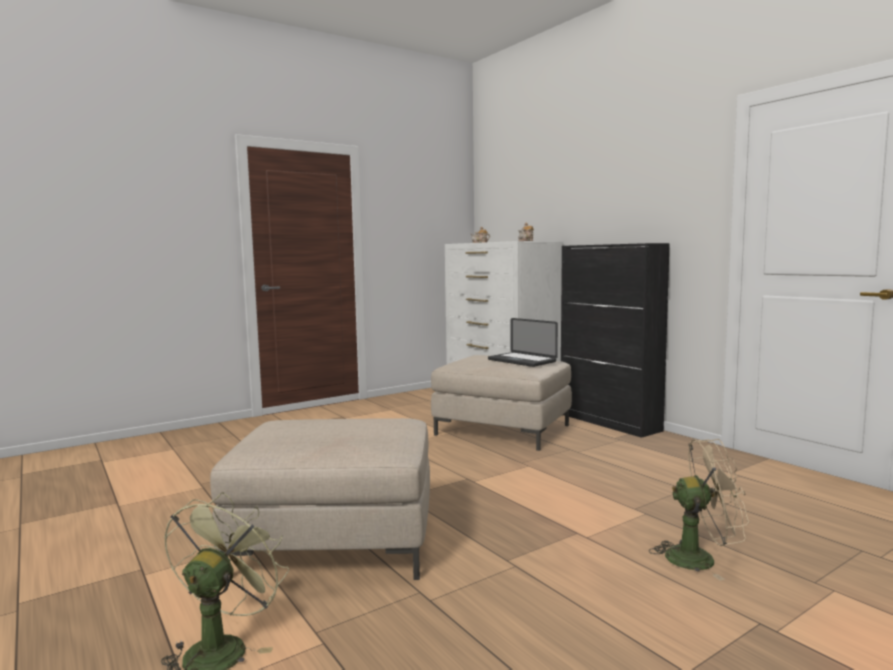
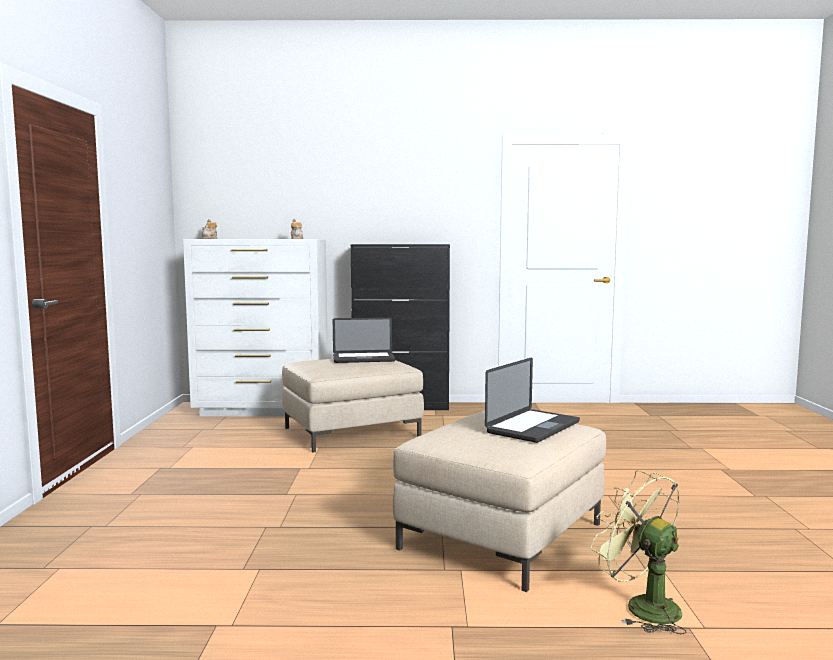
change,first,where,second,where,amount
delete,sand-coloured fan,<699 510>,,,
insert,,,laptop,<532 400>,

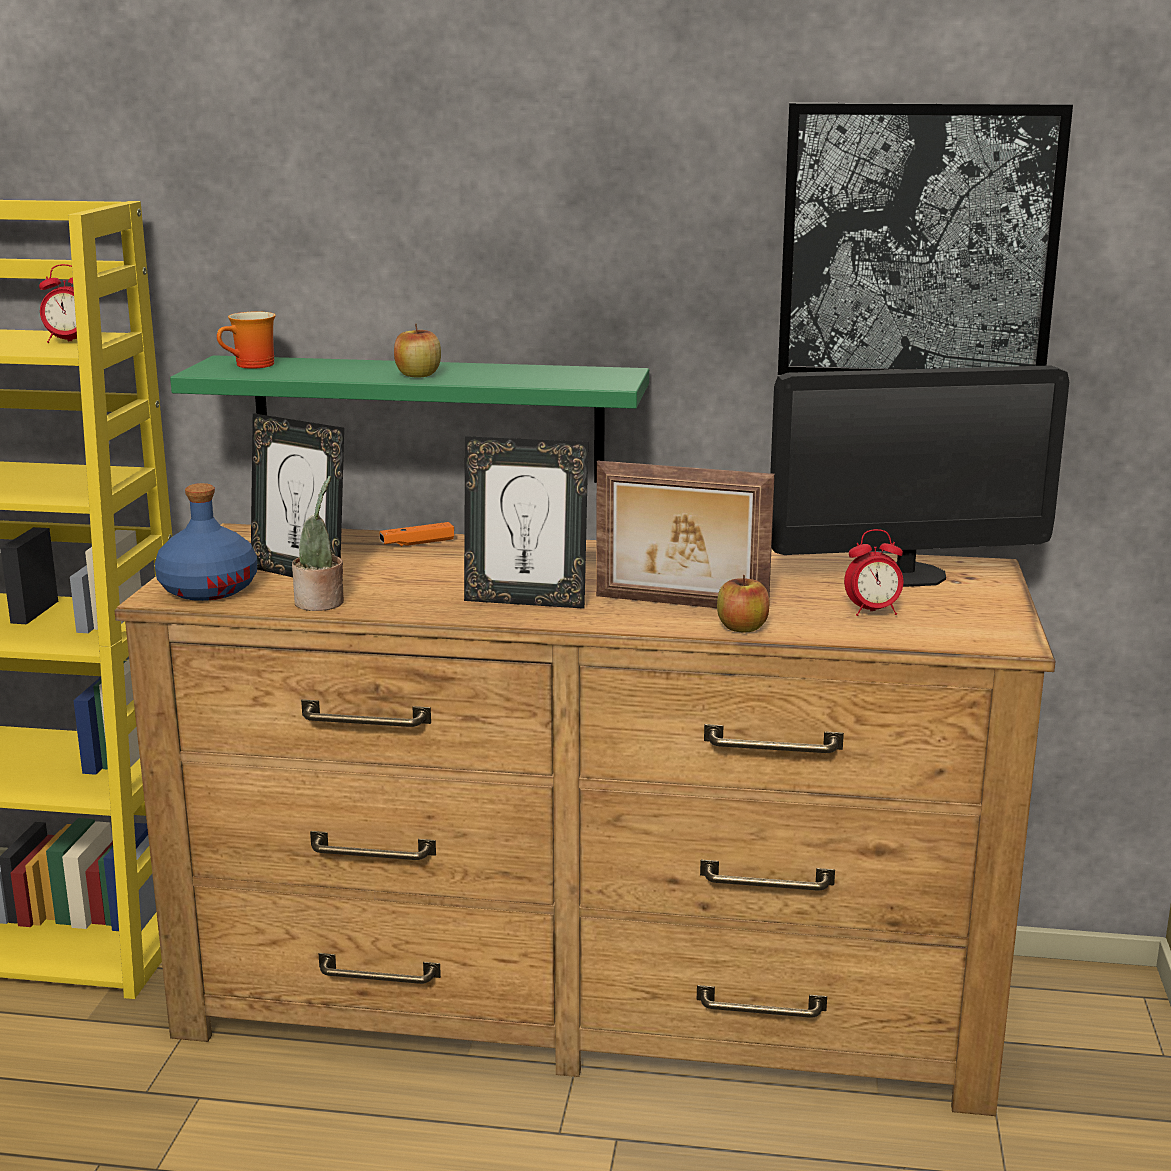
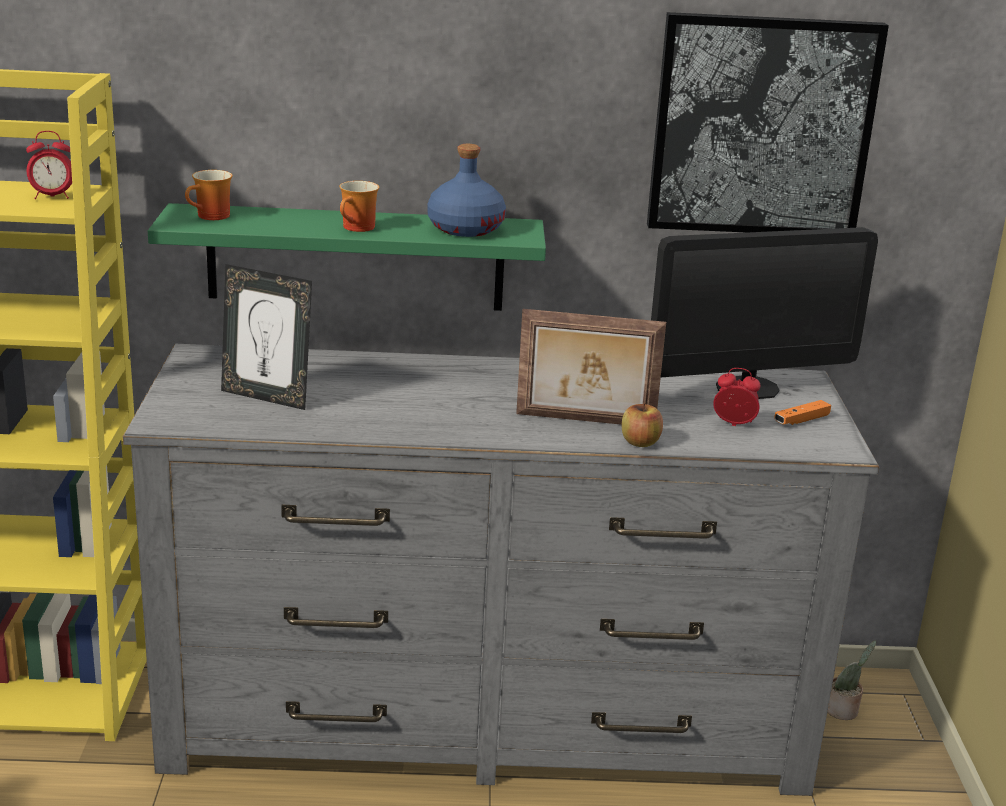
change,first,where,second,where,amount
recolor,brown drawer chest,<585 819>,greyish drawer chest,<501 570>,
move,blue beverage bottle,<205 542>,,<466 190>,
move,potted plant,<318 543>,,<851 680>,
move,orangey joypad,<417 534>,,<802 412>,
replace,whole apple,<417 351>,coffee mug,<359 206>,
delete,photo frame,<526 522>,,,
rotate,table clock,<873 572>,,<737 397>,150 degrees counterclockwise

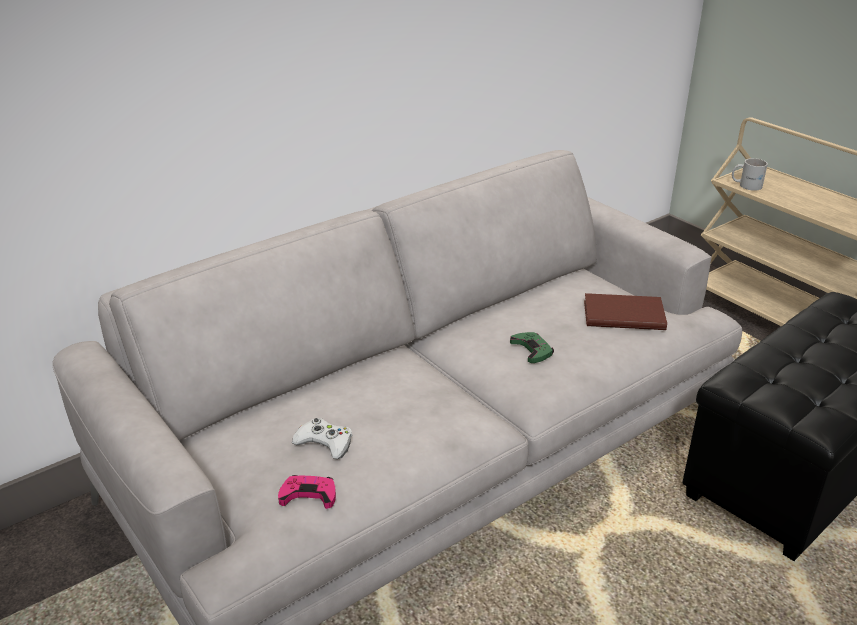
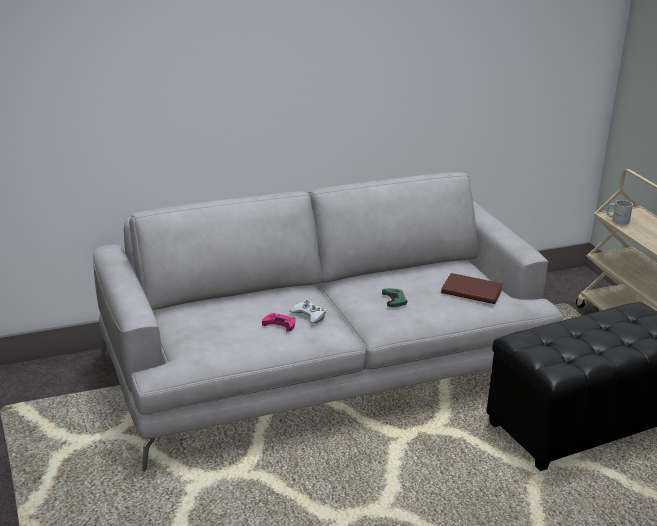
change,first,where,second,where,amount
move,pink joypad,<307 492>,,<278 322>,
move,white-coloured joypad,<322 438>,,<308 312>,

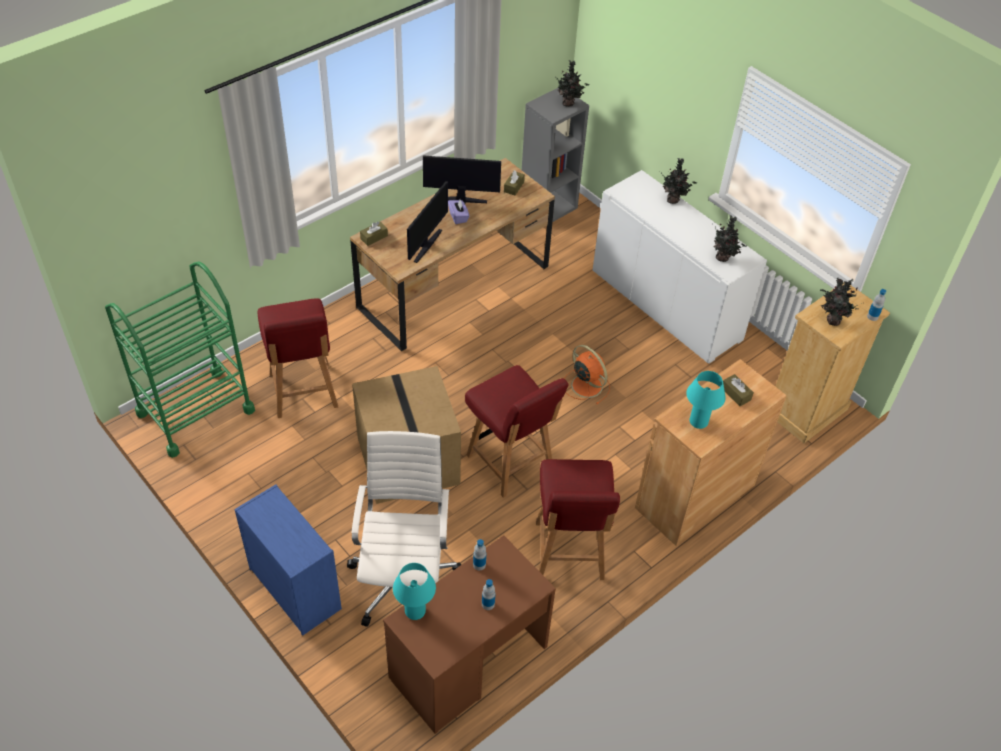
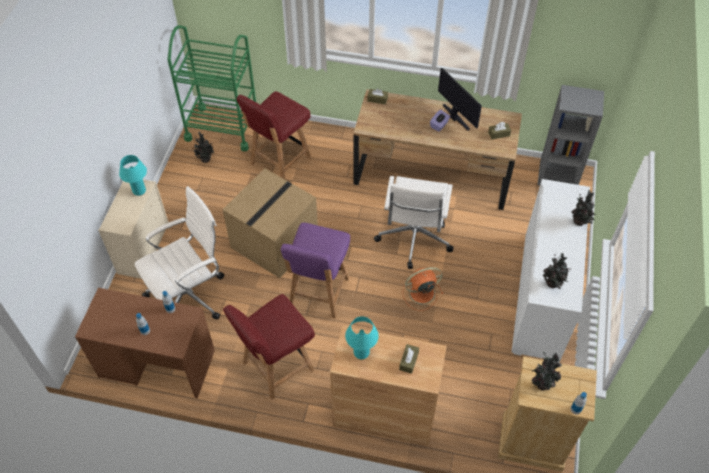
change,first,where,second,where,amount
recolor,blue drawer chest,<288 560>,sand-coloured drawer chest,<134 229>,
move,blue-green lamp for a table,<414 591>,,<133 175>,
delete,computer display,<427 222>,,,
recolor,reddish plain chair,<516 431>,purple plain chair,<315 270>,
move,potted plant,<572 83>,,<204 147>,
rotate,orangey fan,<587 375>,,<422 289>,120 degrees counterclockwise
insert,,,white-coloured office chair,<413 222>,

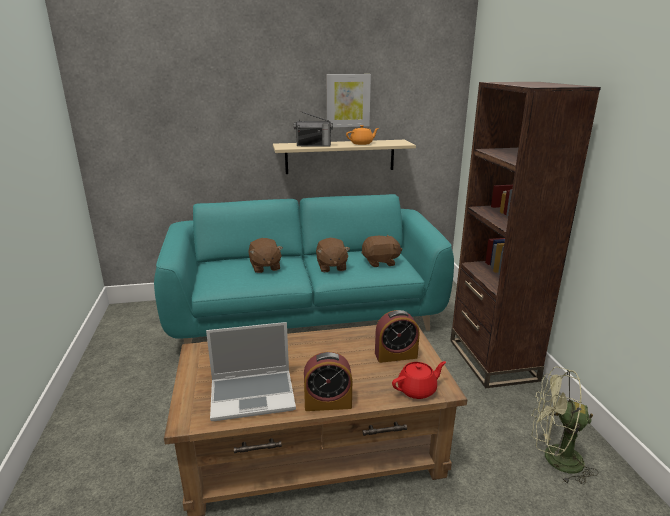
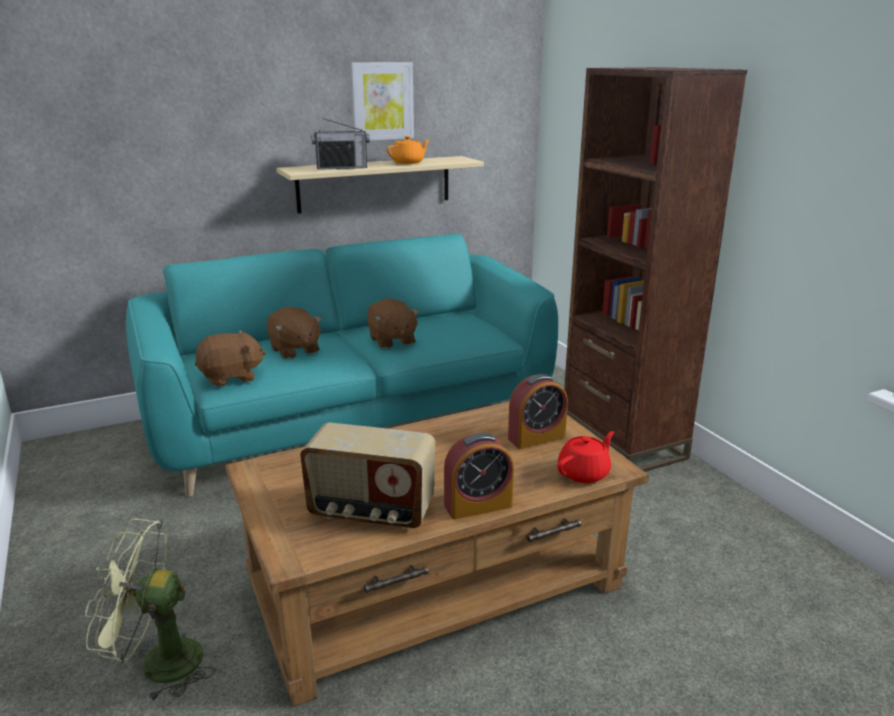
change,first,where,second,where,amount
replace,laptop,<251 371>,radio receiver,<367 475>,
move,brown cuddly toy,<382 251>,,<230 358>,
move,green fan,<565 425>,,<150 610>,

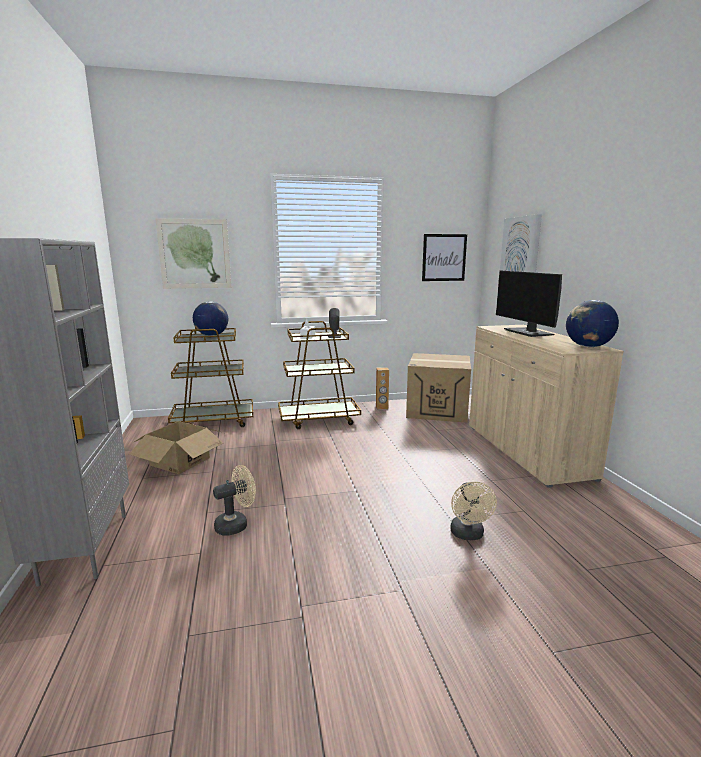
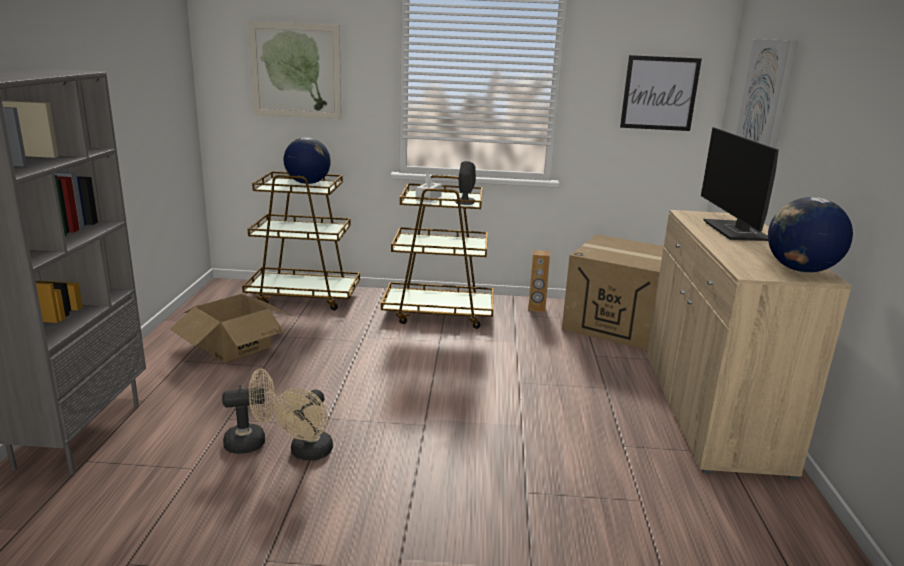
change,first,where,second,where,amount
move,sand-coloured fan,<473 511>,,<303 424>,

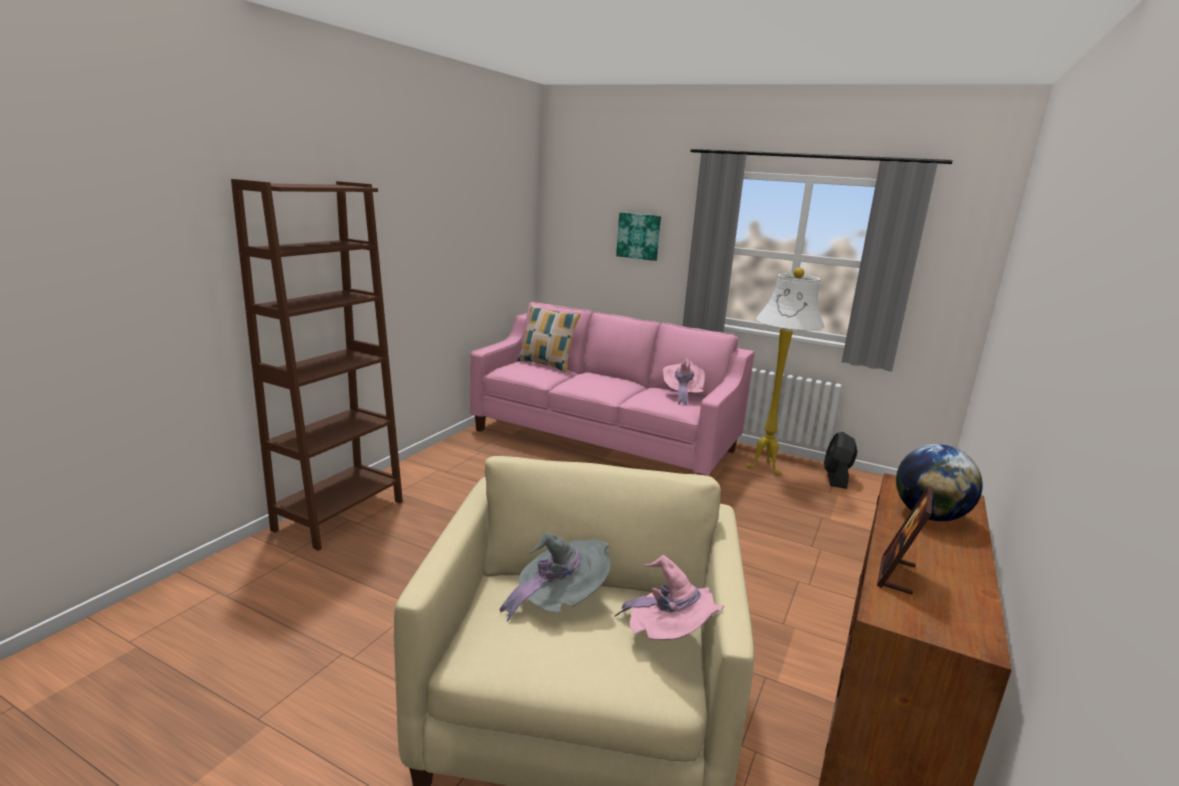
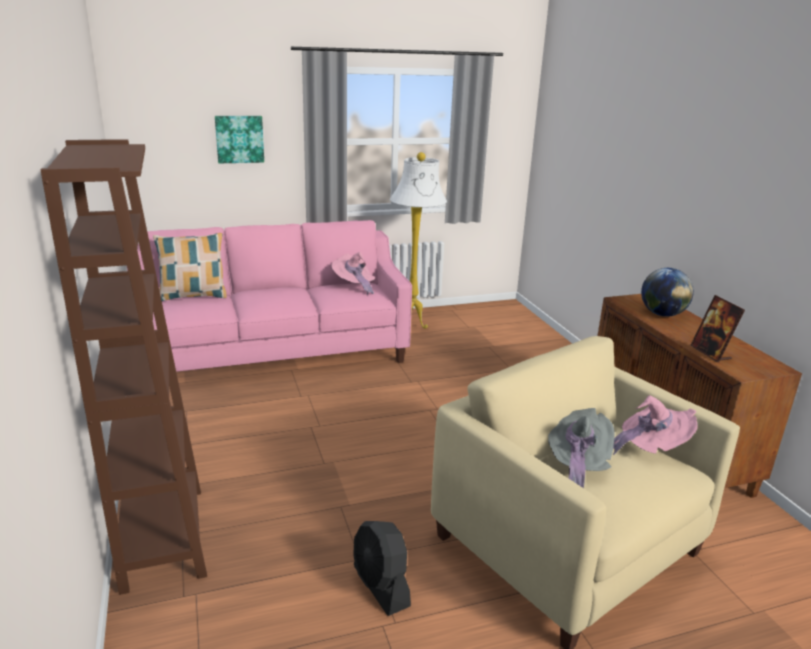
change,first,where,second,where,amount
move,black fan,<840 460>,,<382 568>,

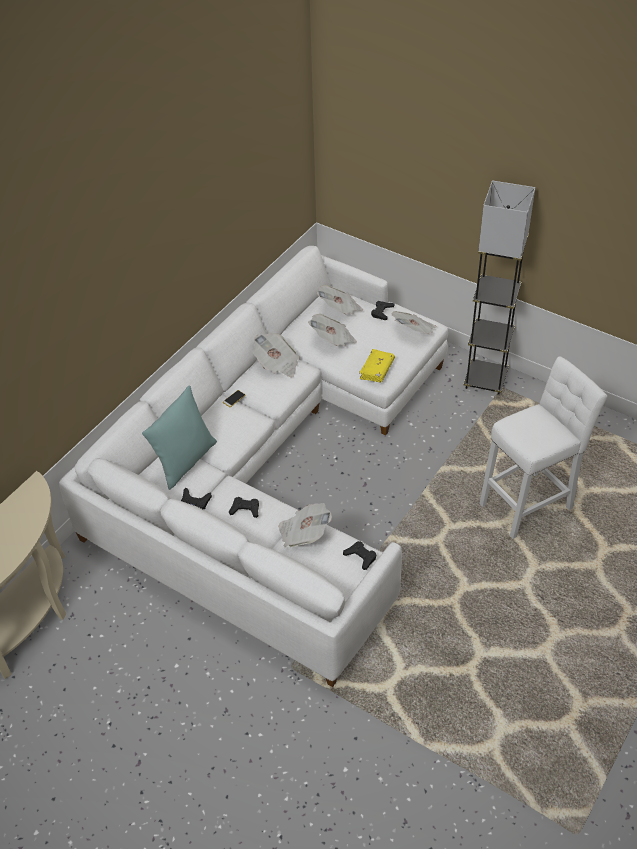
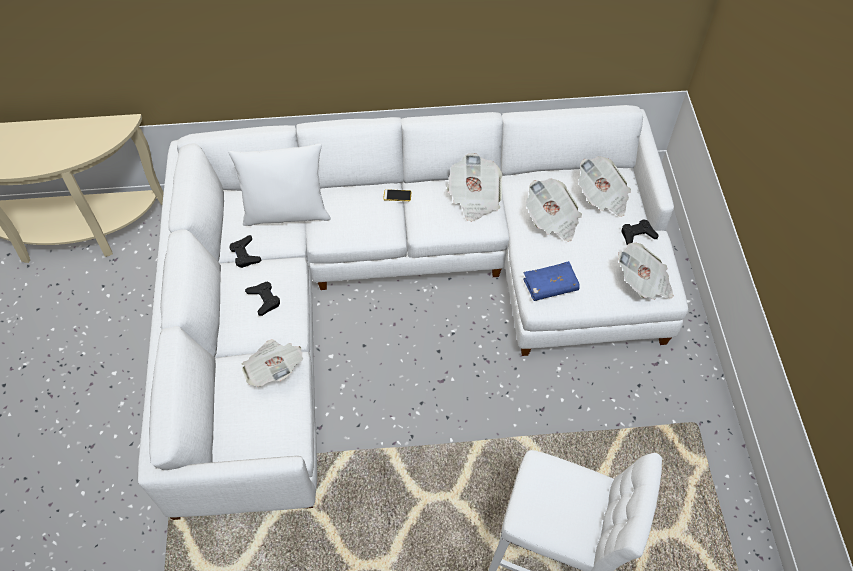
change,first,where,second,where,amount
recolor,blue-green pillow,<179 437>,white-coloured pillow,<279 185>,
delete,black joypad,<359 555>,,,
recolor,yellowish book,<377 365>,blue book,<551 281>,
delete,greyish floor lamp,<499 287>,,,

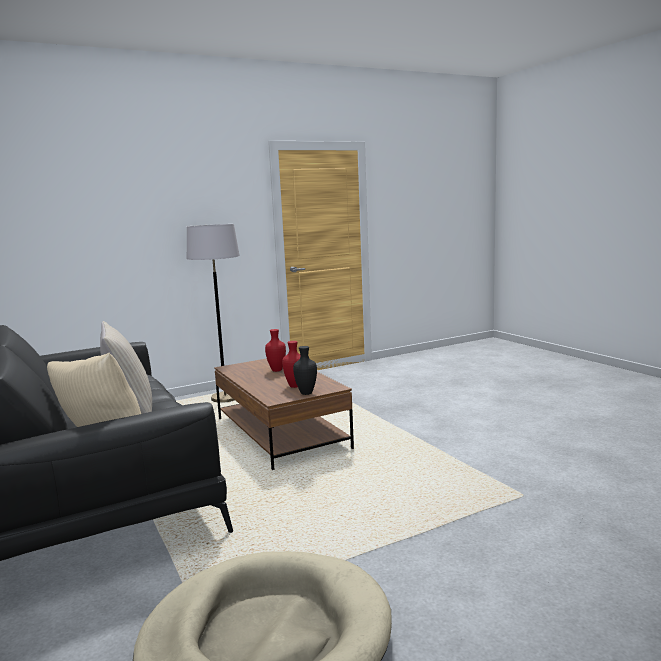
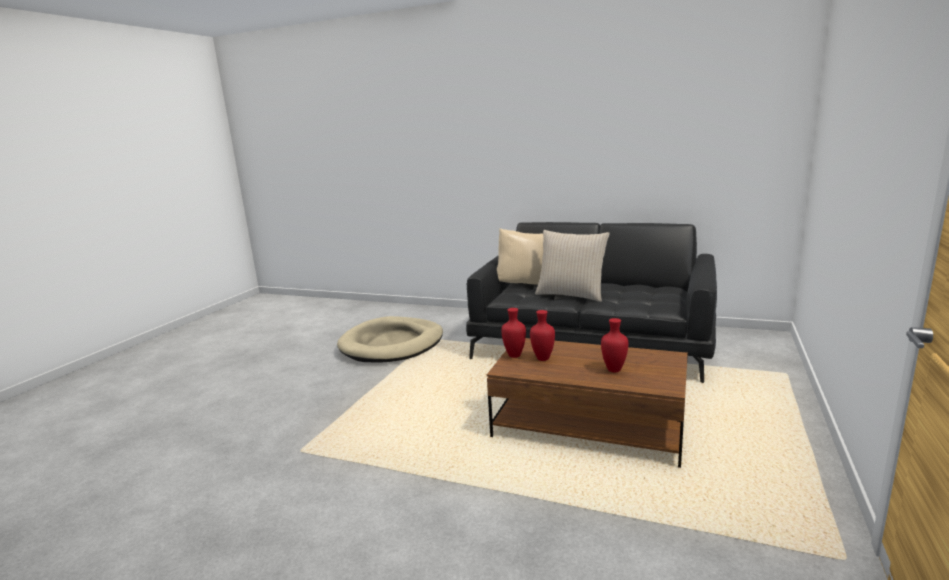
change,first,where,second,where,amount
delete,greyish floor lamp,<213 313>,,,
recolor,black decorative vase,<305 370>,reddish decorative vase,<513 333>,

